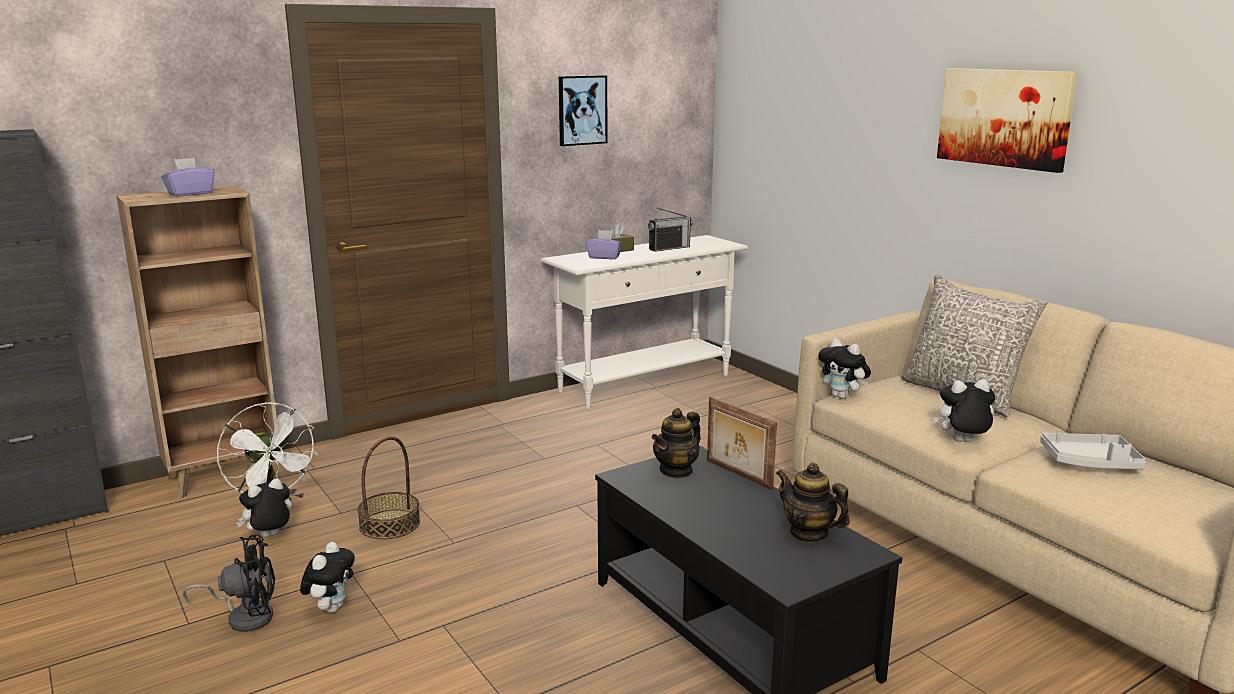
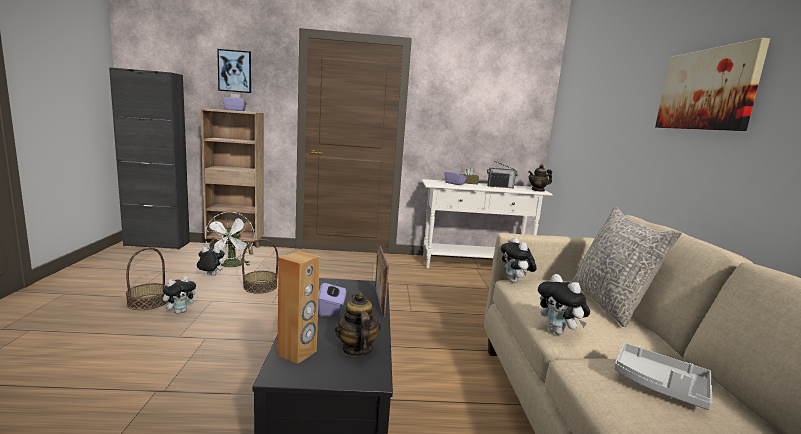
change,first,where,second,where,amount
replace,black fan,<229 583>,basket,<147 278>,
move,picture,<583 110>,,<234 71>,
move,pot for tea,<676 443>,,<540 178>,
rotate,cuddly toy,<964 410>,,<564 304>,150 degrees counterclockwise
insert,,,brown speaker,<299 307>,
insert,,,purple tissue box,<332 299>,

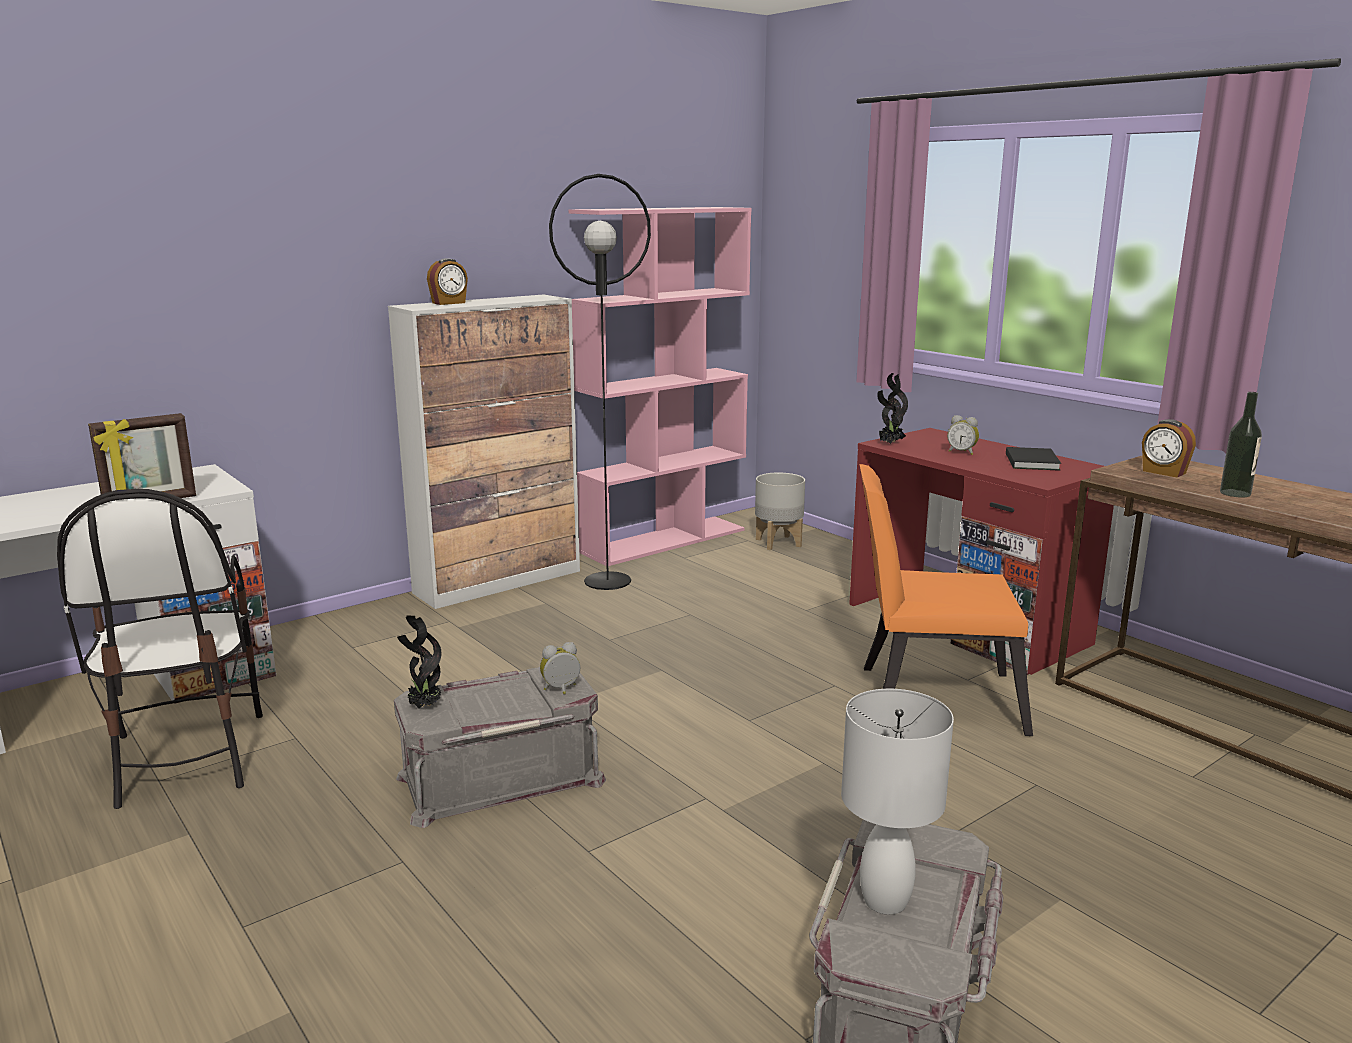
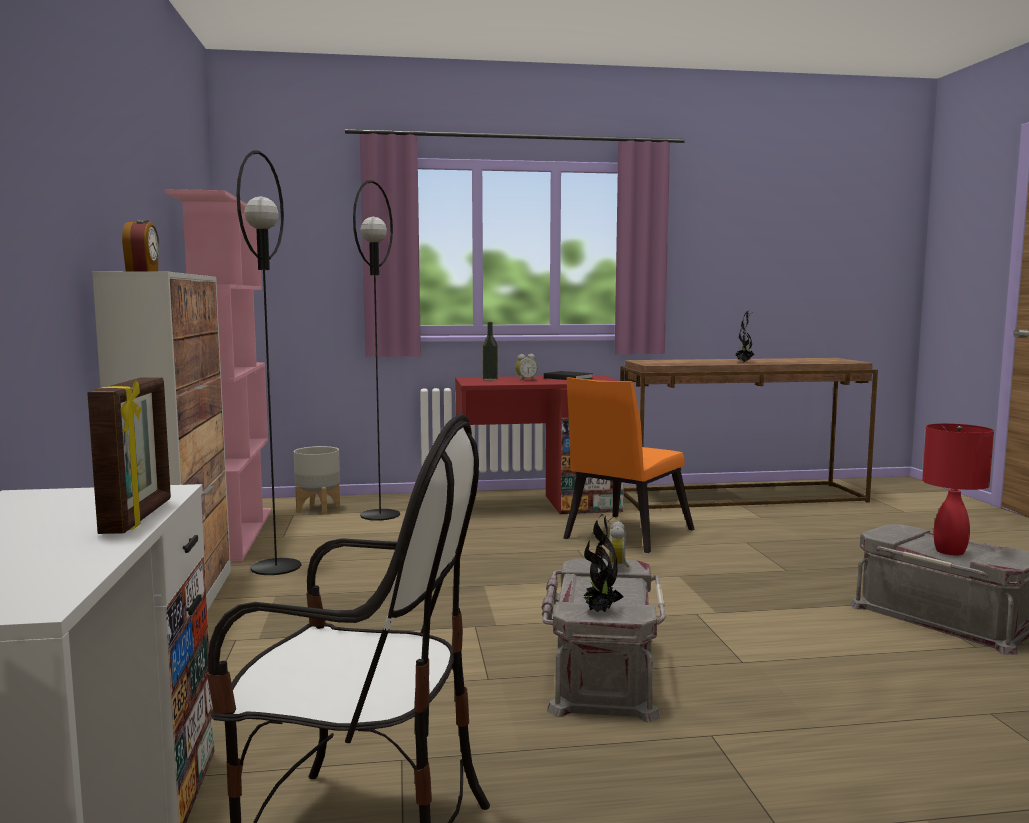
change,first,where,second,where,amount
recolor,white-coloured lamp for a table,<897 802>,reddish lamp for a table,<958 489>,
move,potted plant,<892 408>,,<745 336>,
delete,table clock,<1169 448>,,,
move,beverage bottle,<1241 444>,,<490 351>,
insert,,,black floor lamp,<376 350>,

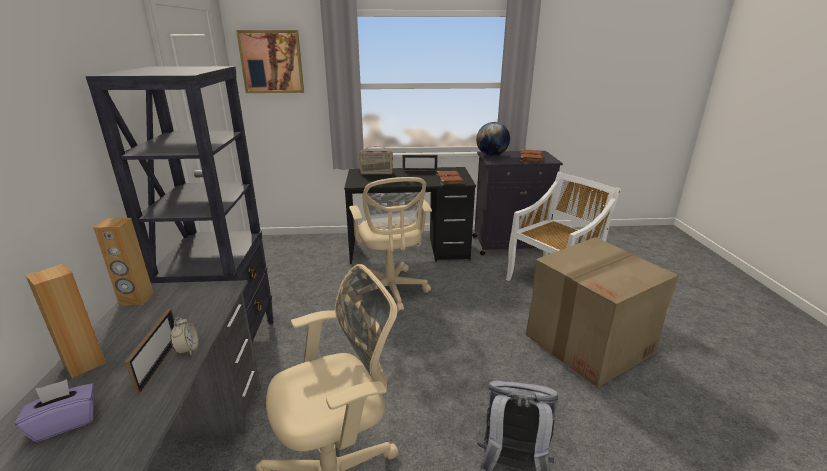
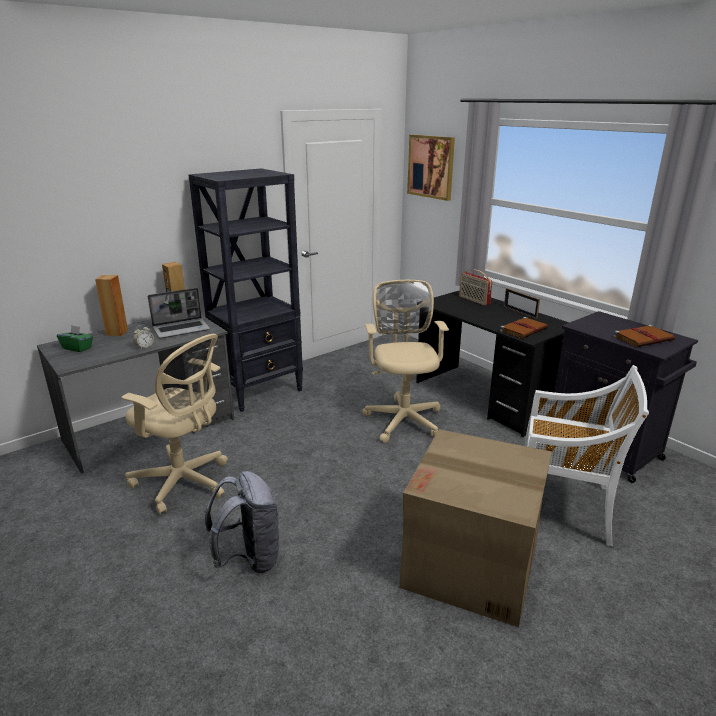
change,first,where,second,where,amount
recolor,purple tissue box,<54 410>,green tissue box,<75 338>,
delete,photo frame,<150 351>,,,
rotate,sand-coloured office chair,<390 244>,,<405 361>,135 degrees clockwise
delete,globe,<493 139>,,,
insert,,,laptop,<179 313>,

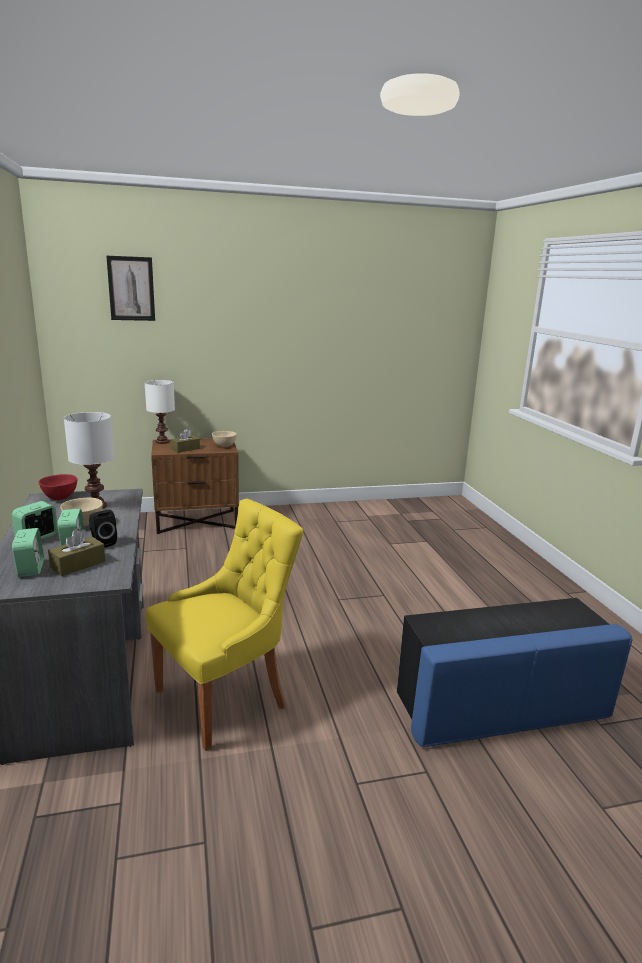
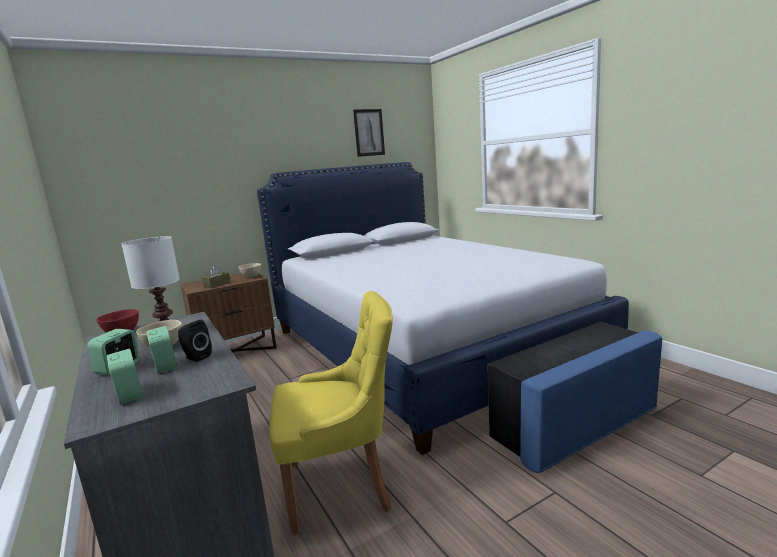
change,first,where,second,where,amount
delete,brown tissue box,<77 552>,,,
move,picture,<130 288>,,<369 133>,
delete,white-coloured lamp for a table,<160 412>,,,
rotate,yellowish plain chair,<224 625>,,<331 413>,45 degrees clockwise
insert,,,bed,<443 308>,

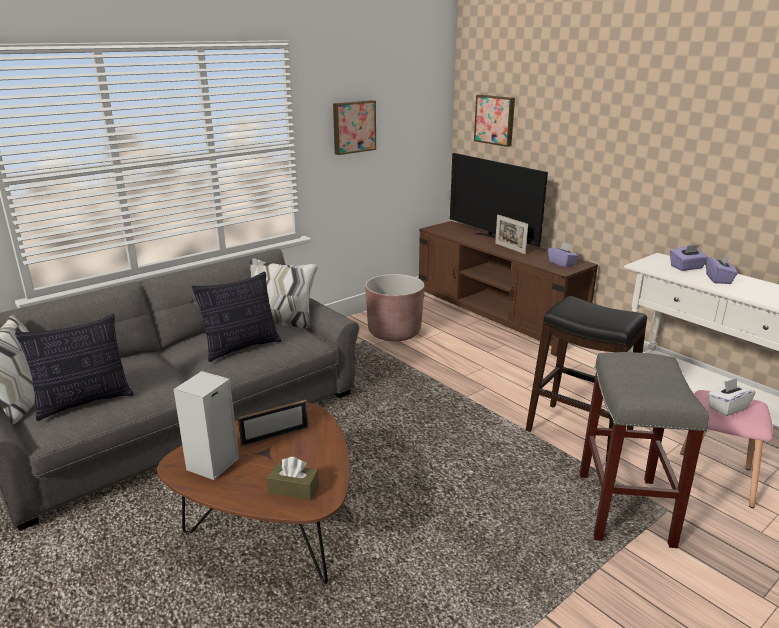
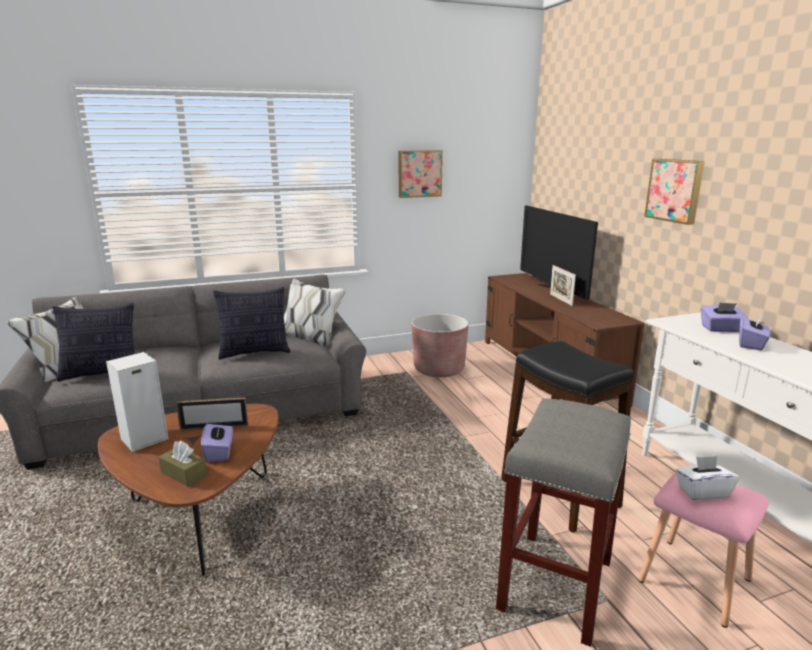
change,first,where,second,where,amount
move,picture,<494 121>,,<674 192>,
move,purple tissue box,<563 255>,,<217 441>,

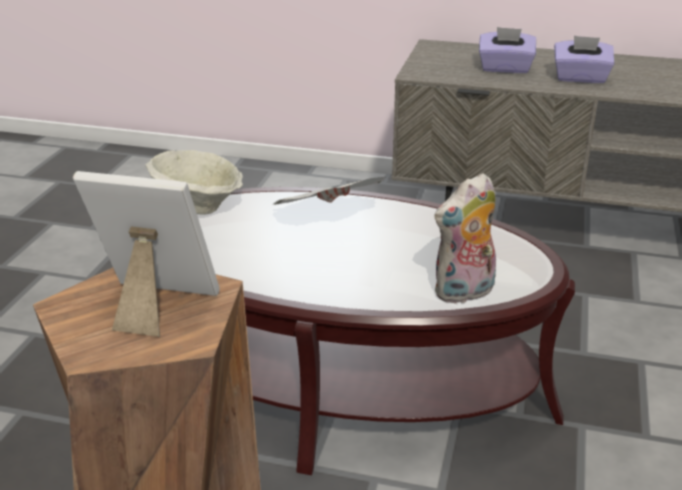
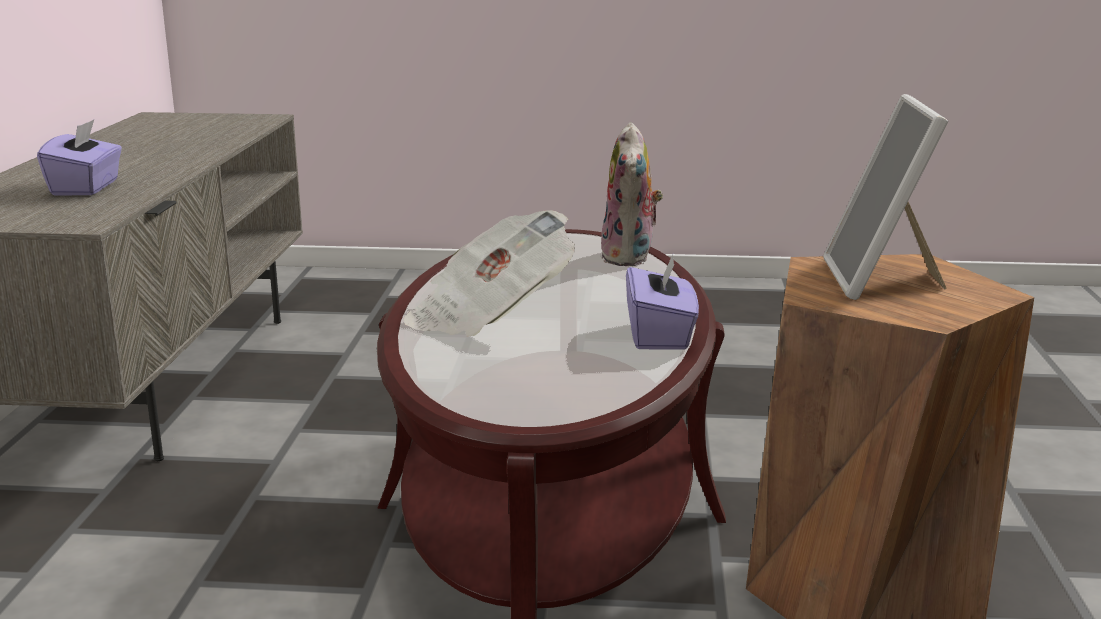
change,first,where,second,where,amount
delete,sand-coloured serving bowl,<194 182>,,,
rotate,cuddly toy,<465 238>,,<631 194>,45 degrees clockwise
move,purple tissue box,<584 59>,,<662 301>,

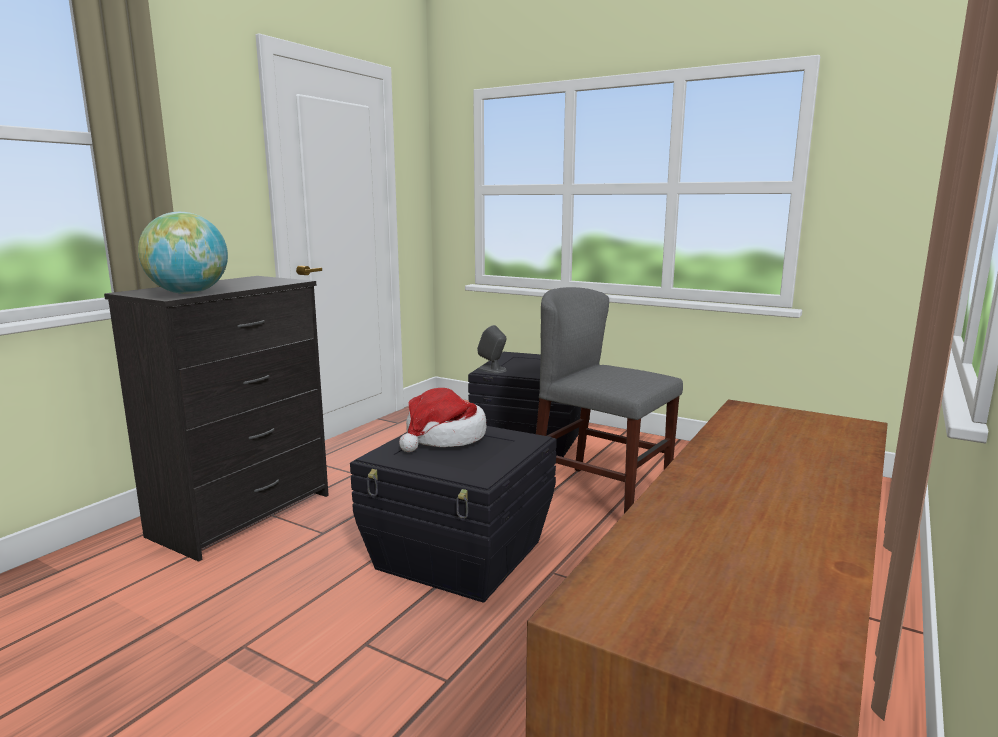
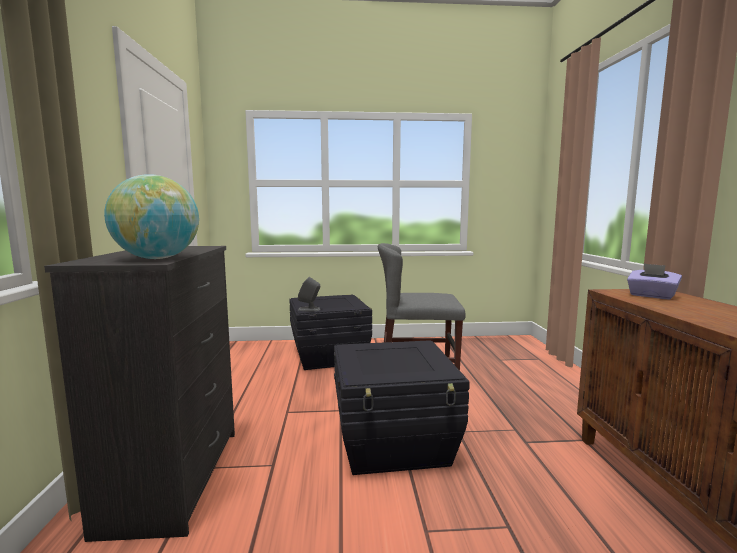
change,first,where,second,where,amount
delete,wearable hat,<443 420>,,,
insert,,,purple tissue box,<654 281>,

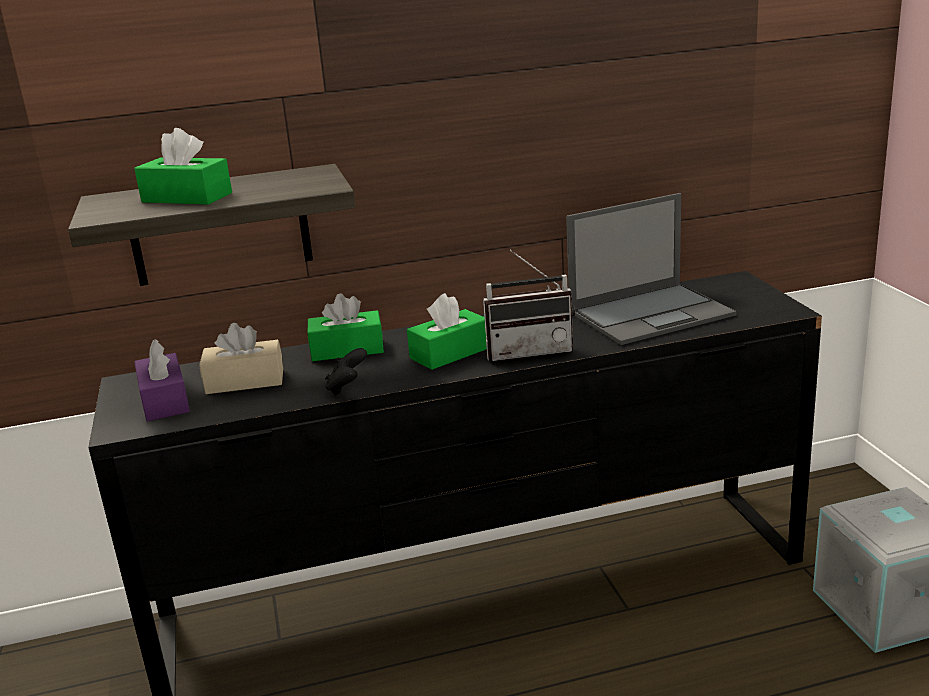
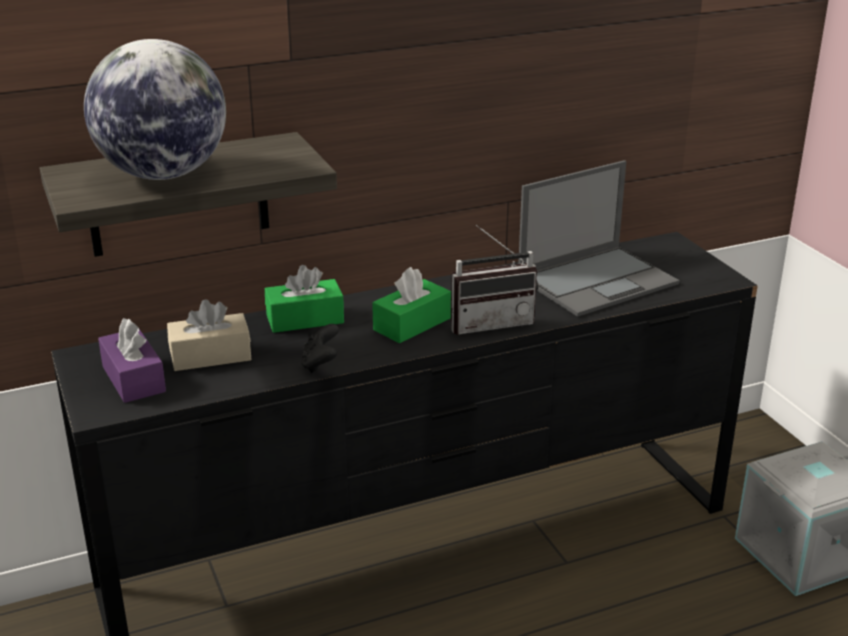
change,first,where,second,where,amount
replace,green tissue box,<183 166>,globe,<155 109>,

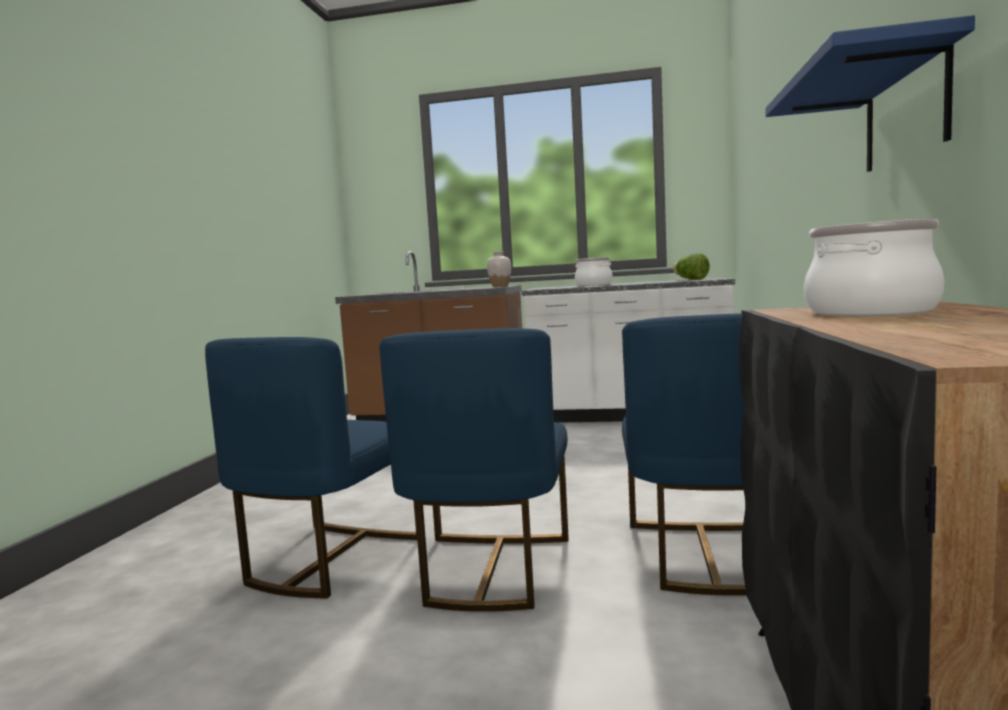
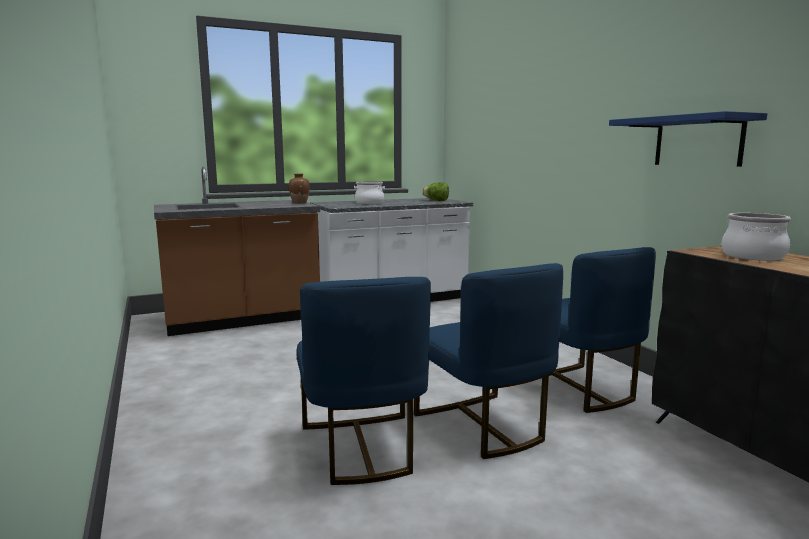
change,first,where,second,where,amount
recolor,white-coloured decorative vase,<499 269>,brown decorative vase,<299 189>,

